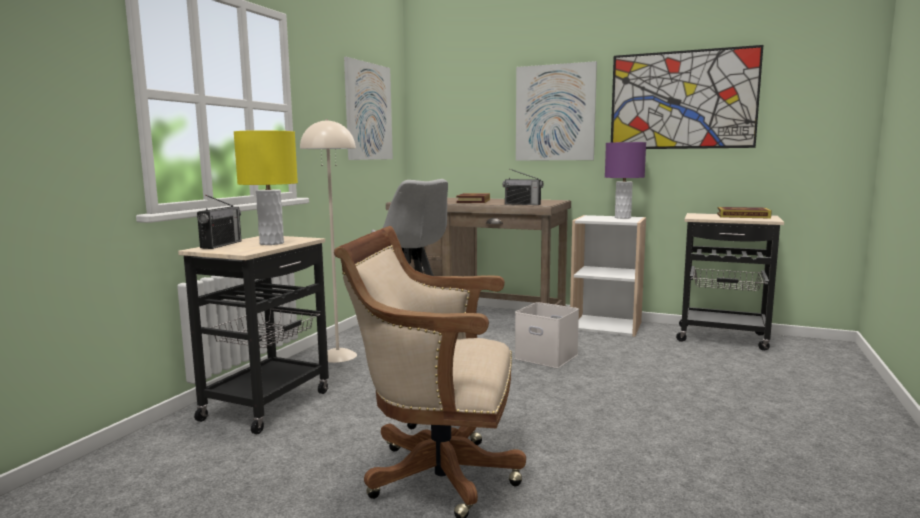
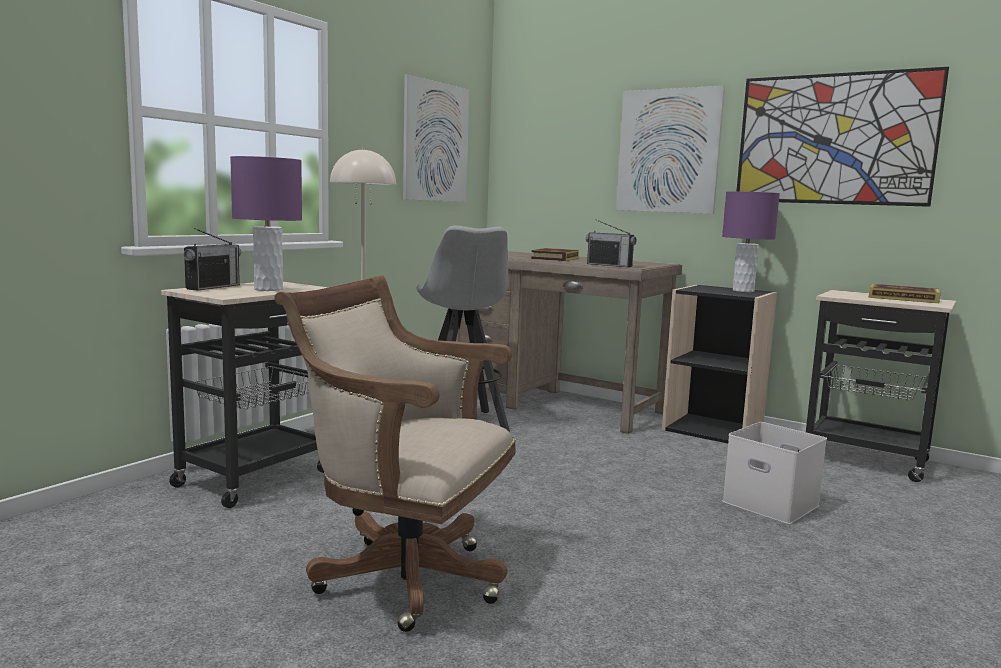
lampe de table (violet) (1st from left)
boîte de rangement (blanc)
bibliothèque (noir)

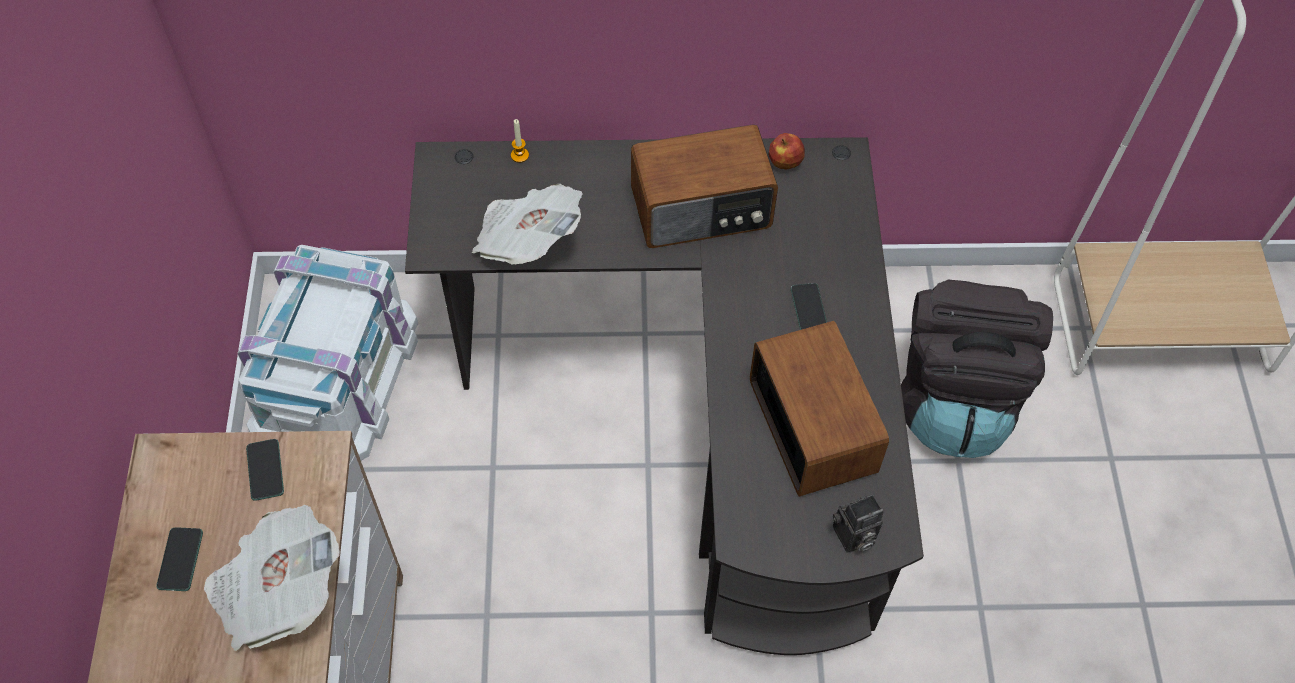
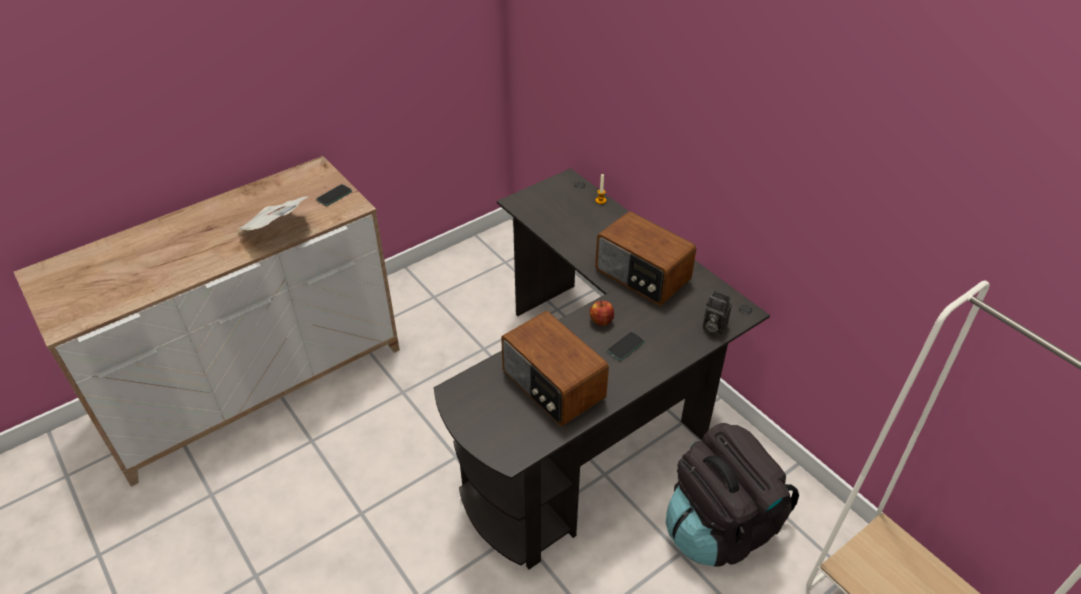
téléphone (1st from left in the first image)
boîte de rangement (blanc)
journal (2nd from left in the first image)
radio (1st from left)
pomme
appareil photo

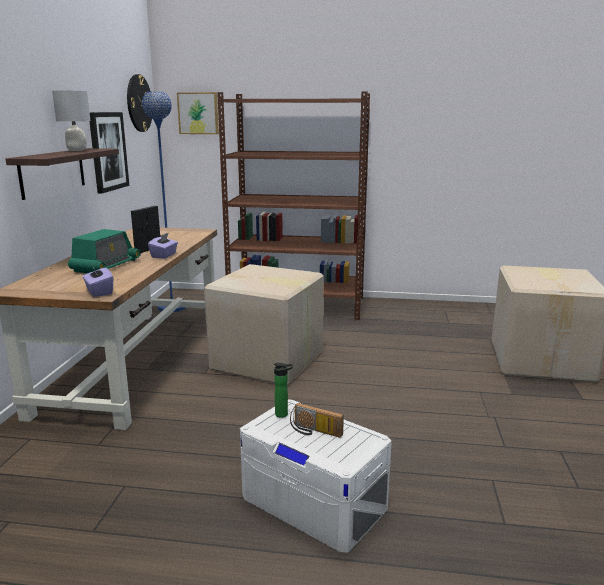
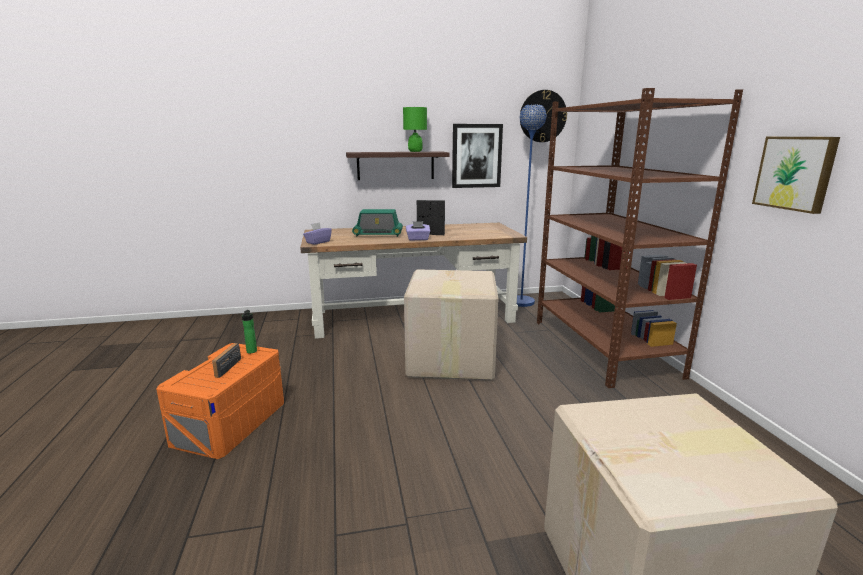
lampe de table (vert)
tableau (2nd from left)
boîte de rangement (orange)

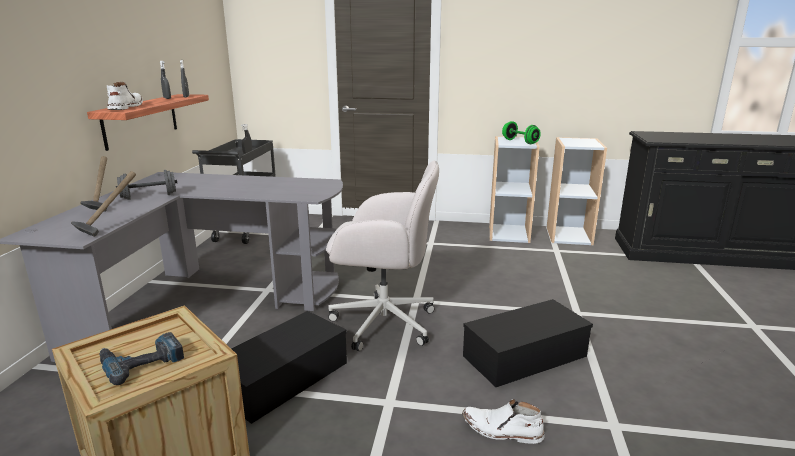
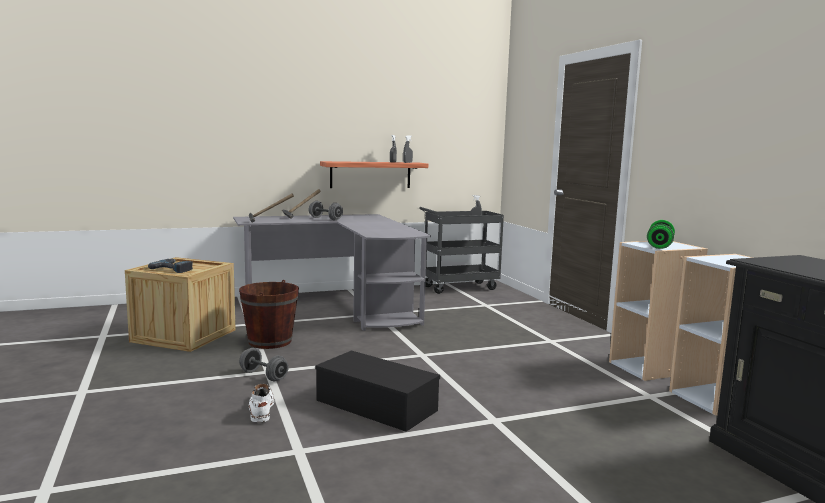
botte (blanc) (1st from left in the first image)
seau (marron)
chaise de bureau (blanc)
haltère (gris) (1st from left)

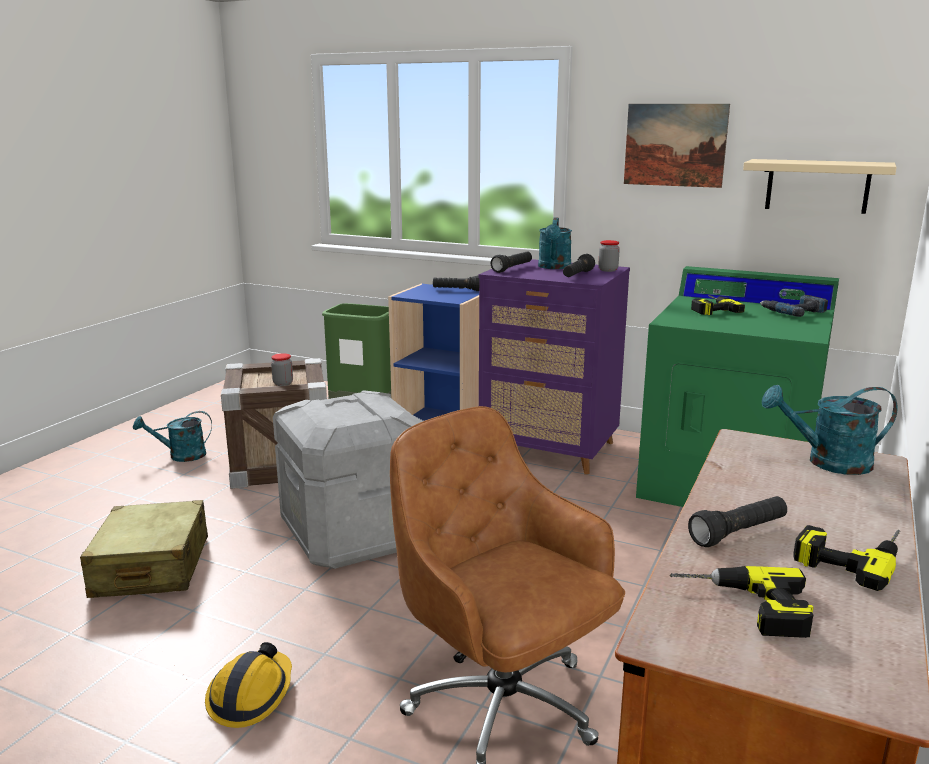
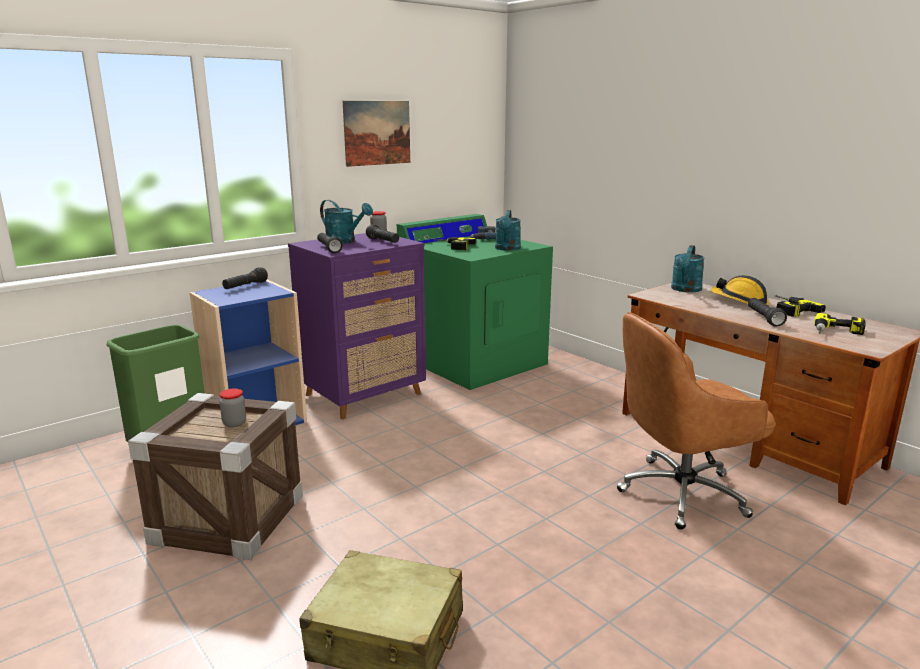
arrosoir (turquoise) (2nd from left)
casque de chantier
boîte de rangement (gris)
étagère (beige)

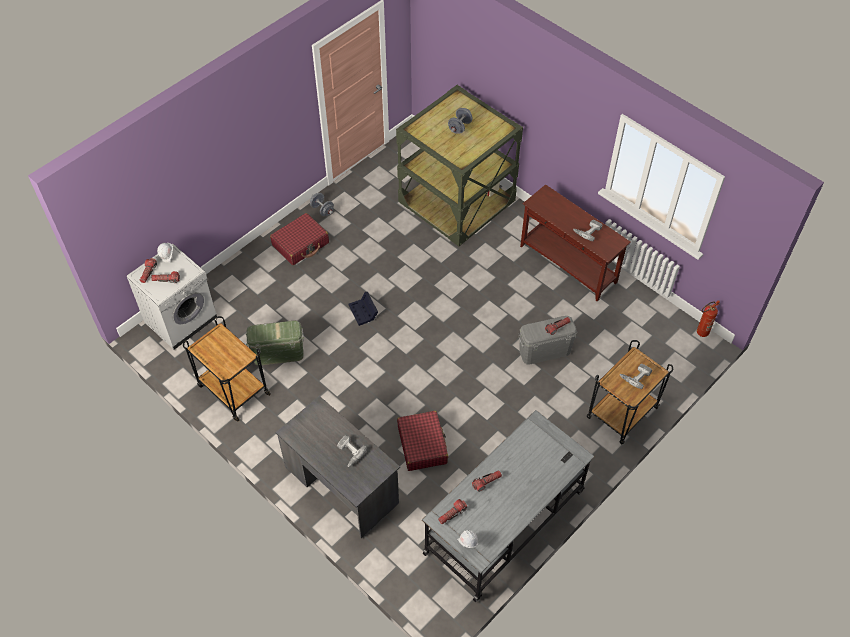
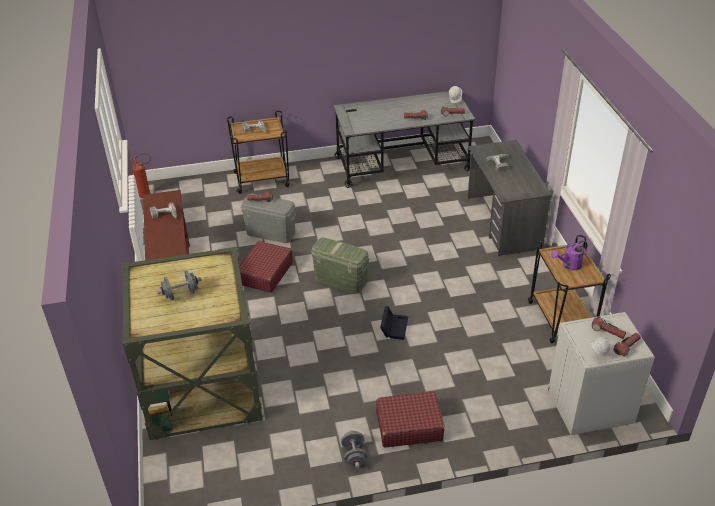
boîte de rangement (vert)
valise (rouge) (1st from left)
arrosoir (violet)

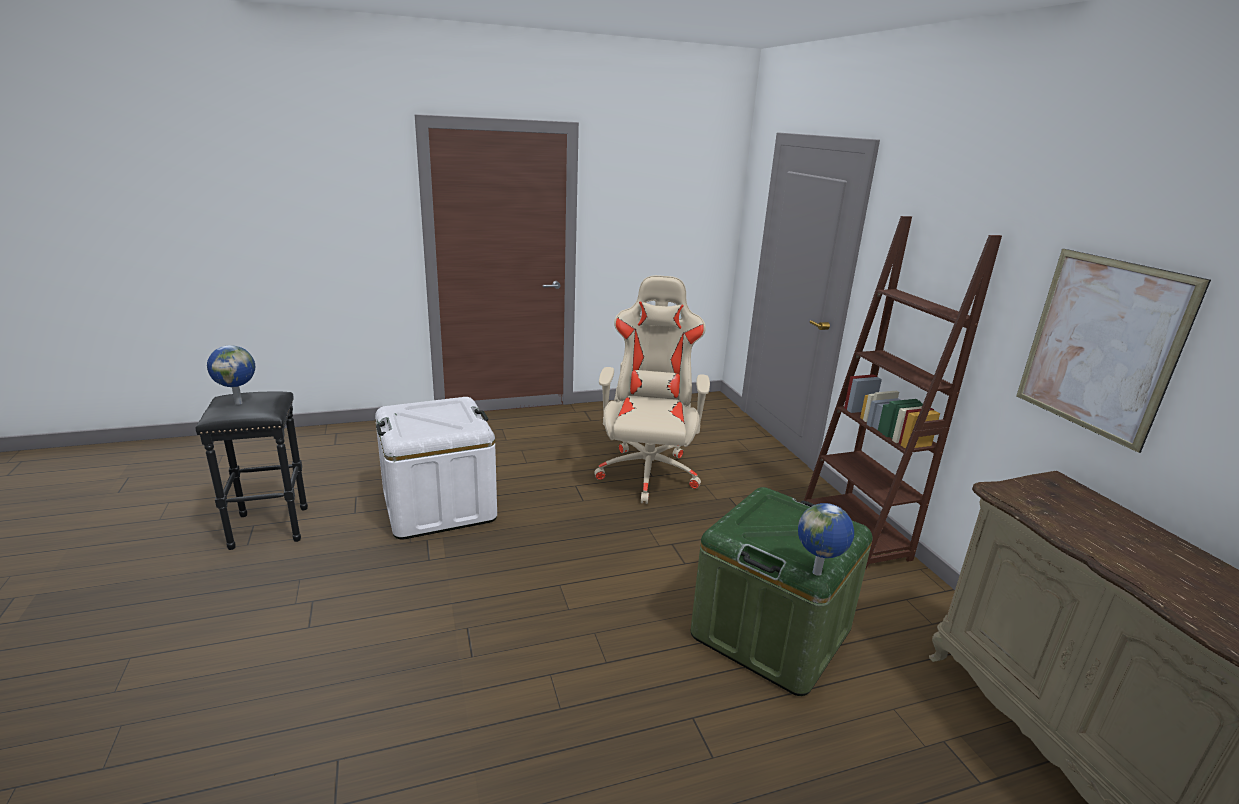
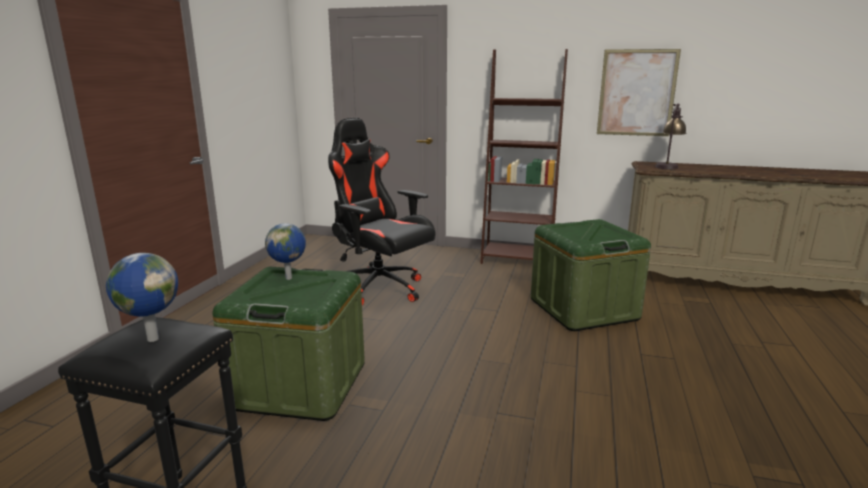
boîte de rangement (vert) (1st from left)
chaise de bureau (noir)
globe (2nd from left)
lampe de table

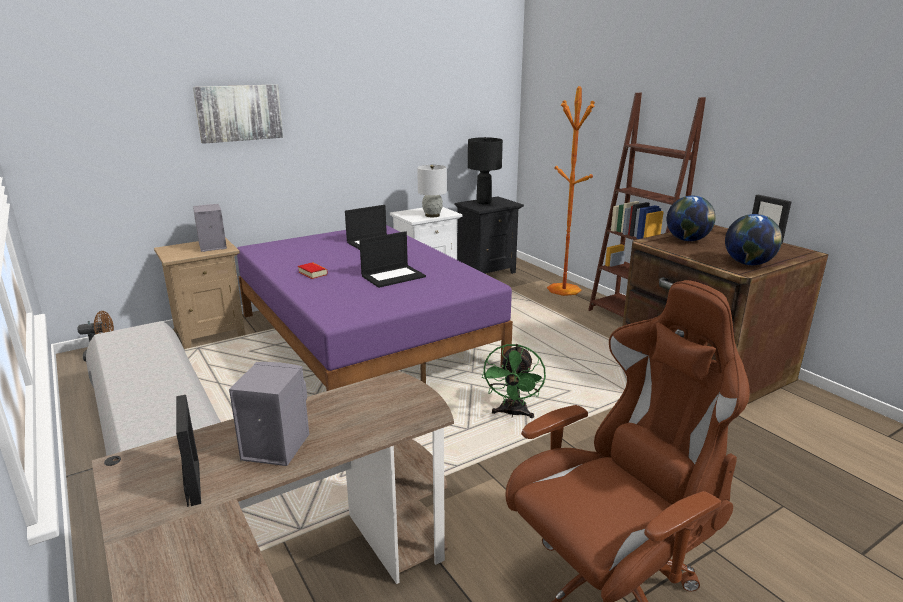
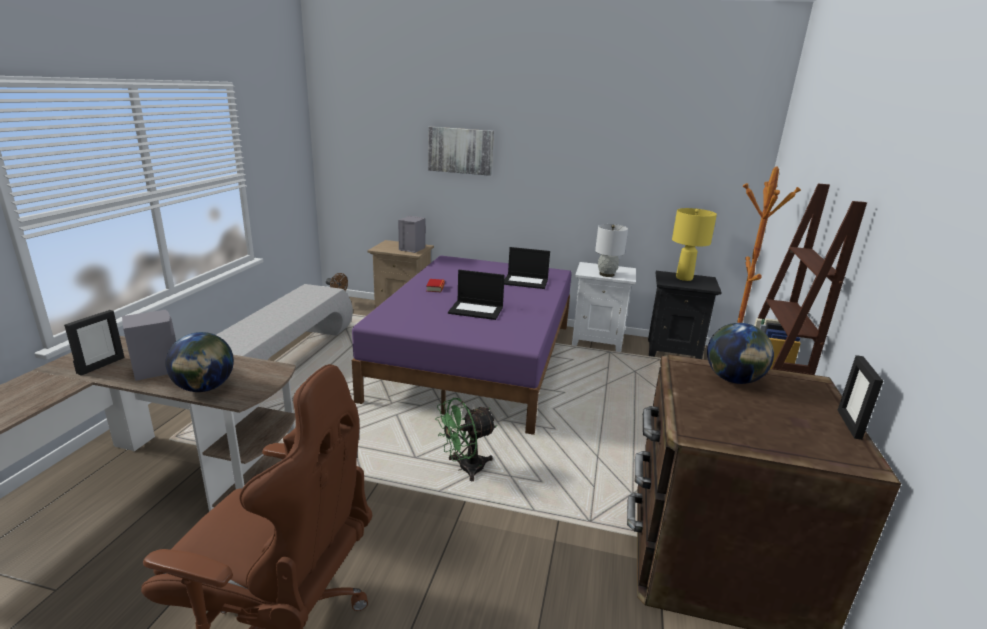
lampe de table (jaune)
globe (1st from left)

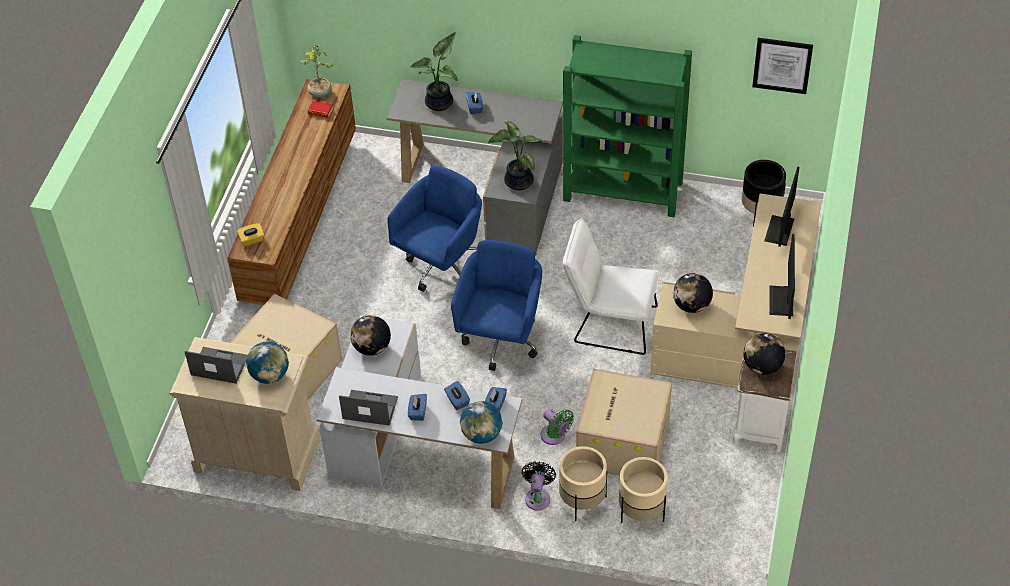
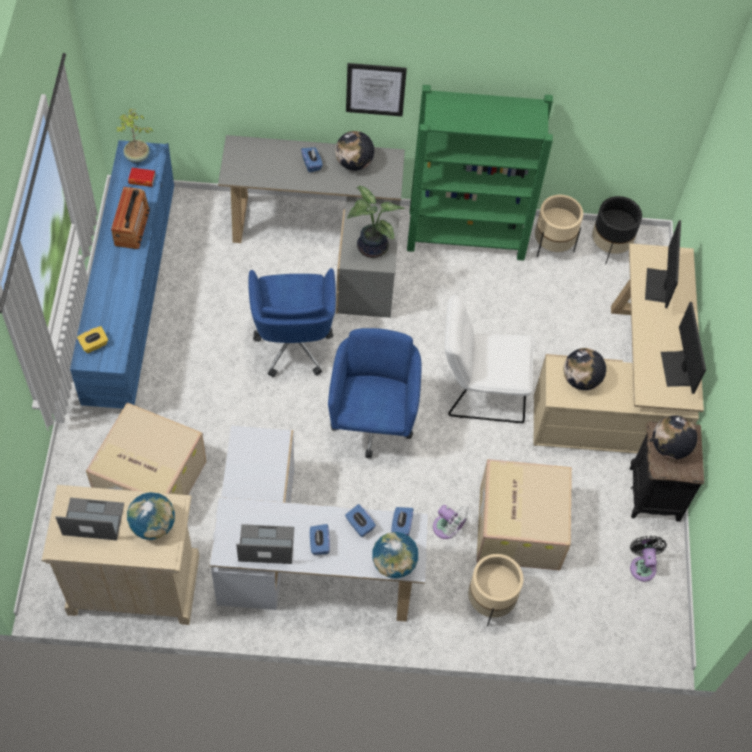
meuble de rangement (bleu)
globe (2nd from left)
chaise de bureau (bleu) (1st from left)
plante en pot (2nd from left in the first image)
ventilateur (noir)
ventilateur (blanc)
cache-pot (beige) (2nd from left)
table de chevet (noir)
tableau
radio

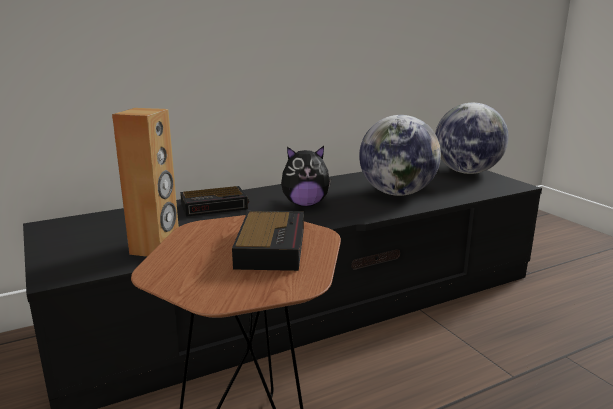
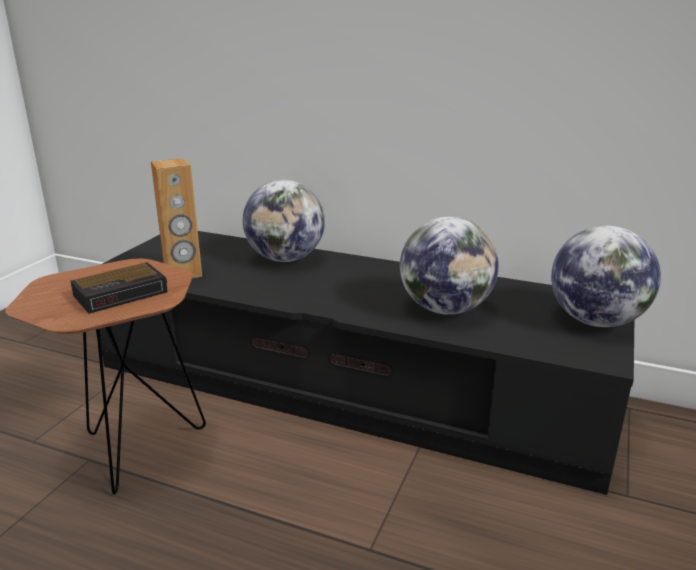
globe (1st from left)
peluche

